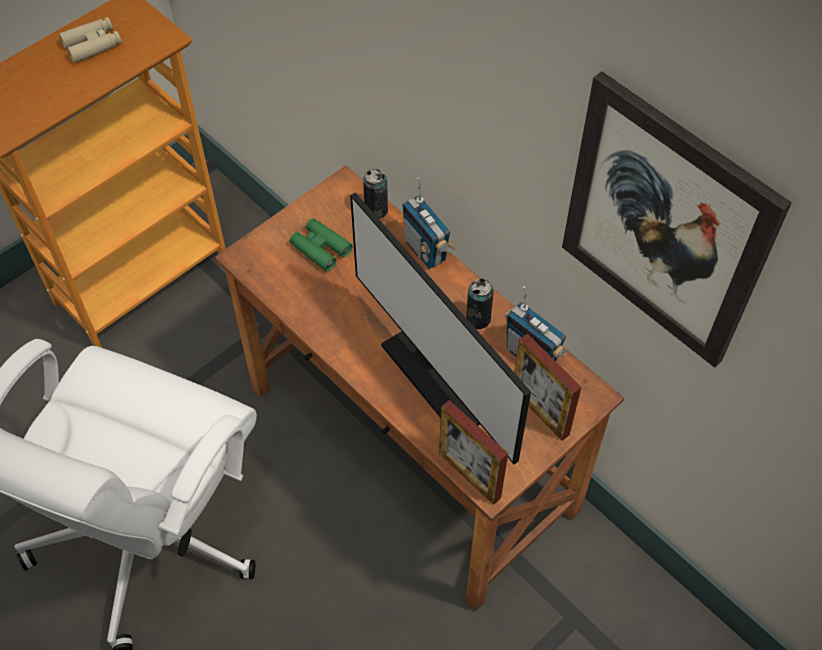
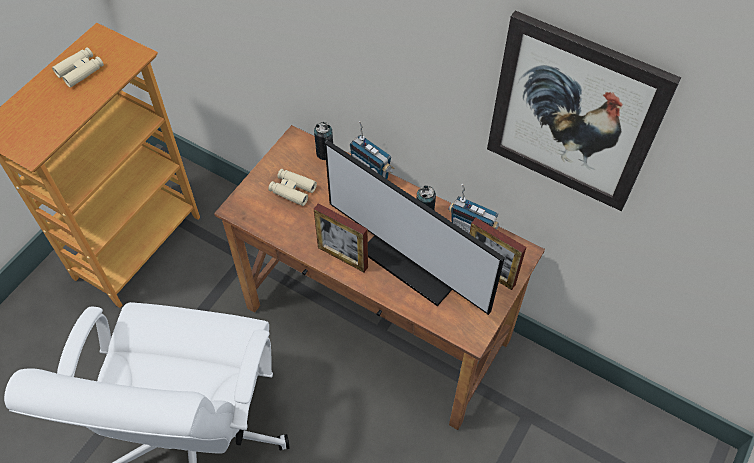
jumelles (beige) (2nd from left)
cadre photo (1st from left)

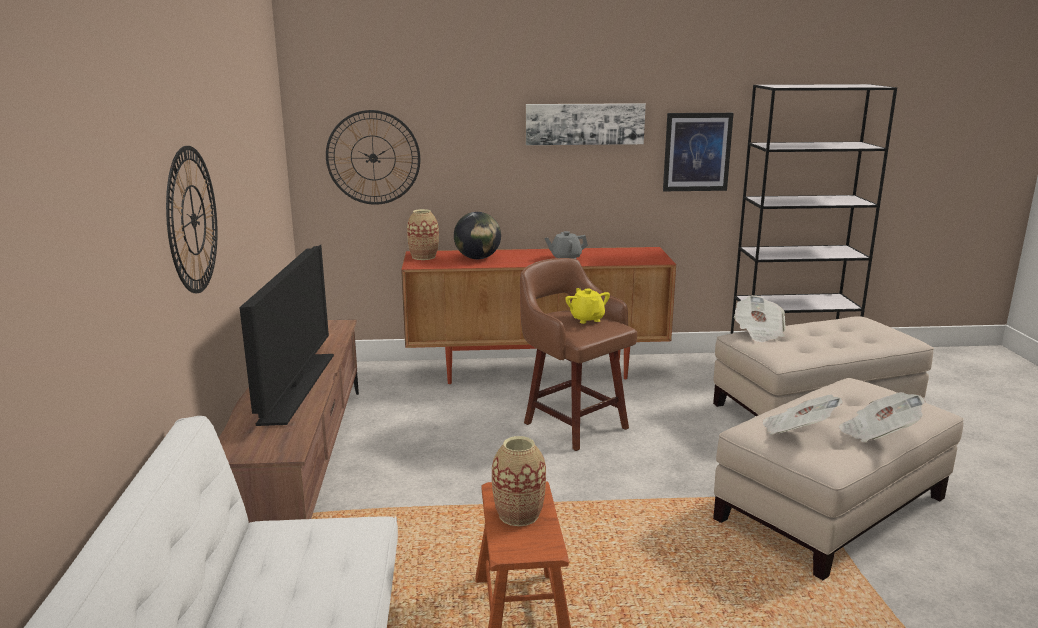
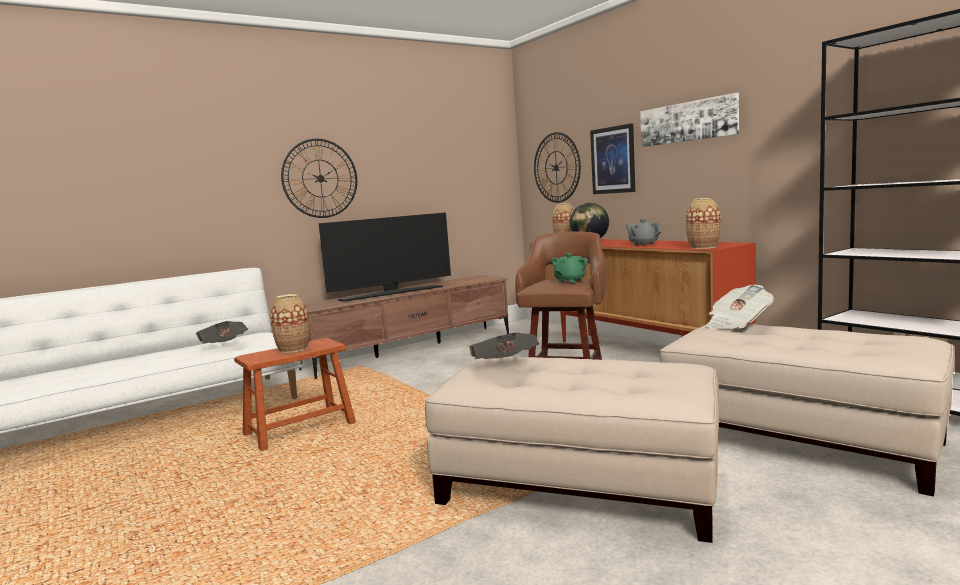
théière (vert)
tableau (1st from left)
journal (1st from left)
vase (3rd from left)

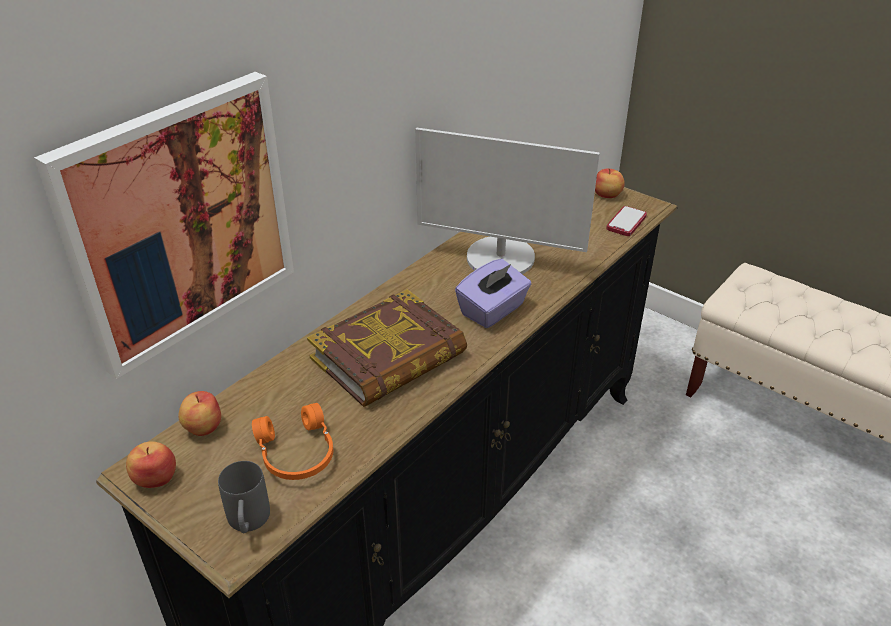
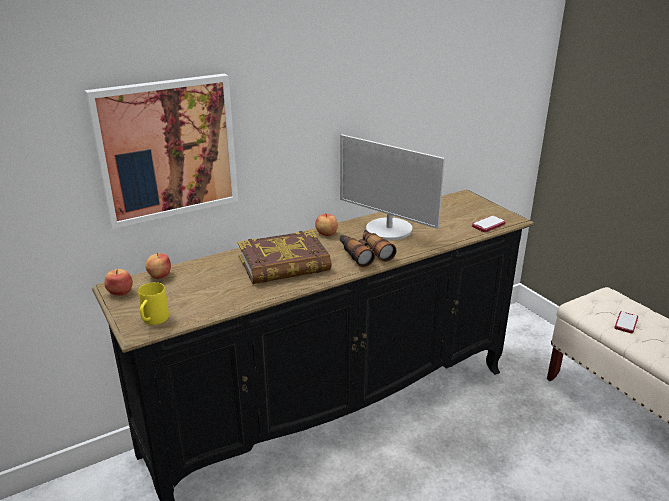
mug (jaune)
casque audio (orange)
jumelles
pomme (3rd from left)
téléphone (2nd from left)

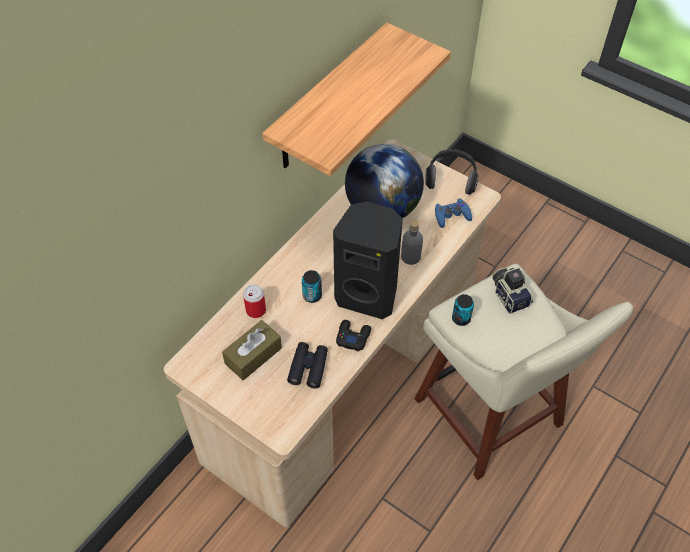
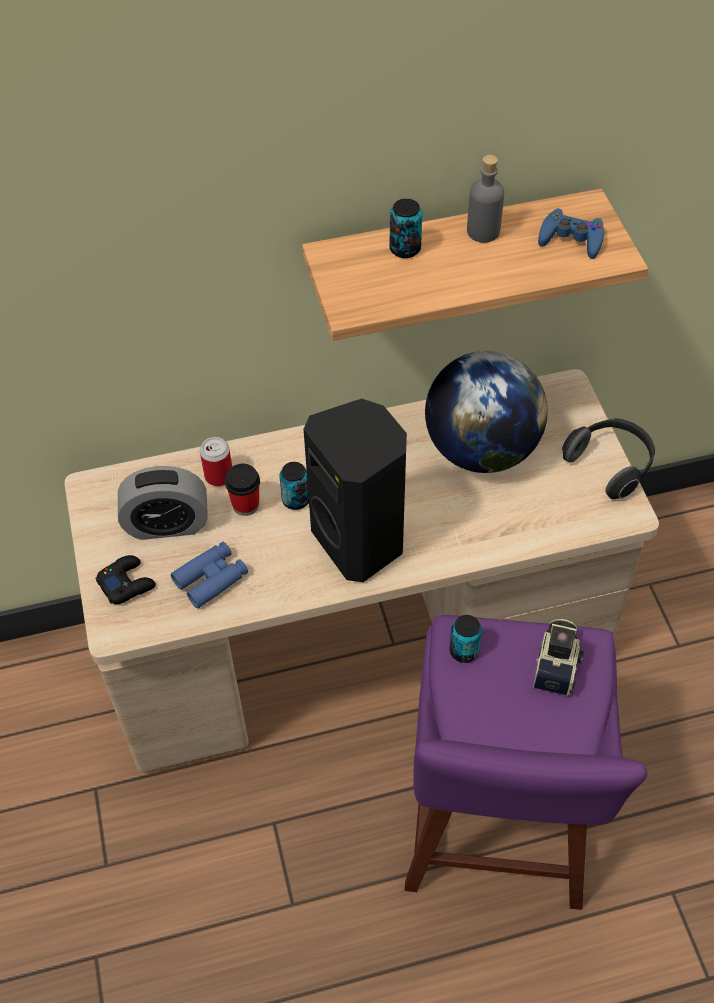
réveil
jumelles (bleu)
manette (noir)
bouteille (gris)
tabouret (violet)
manette (bleu)
tasse
boîte métallique (3rd from left)

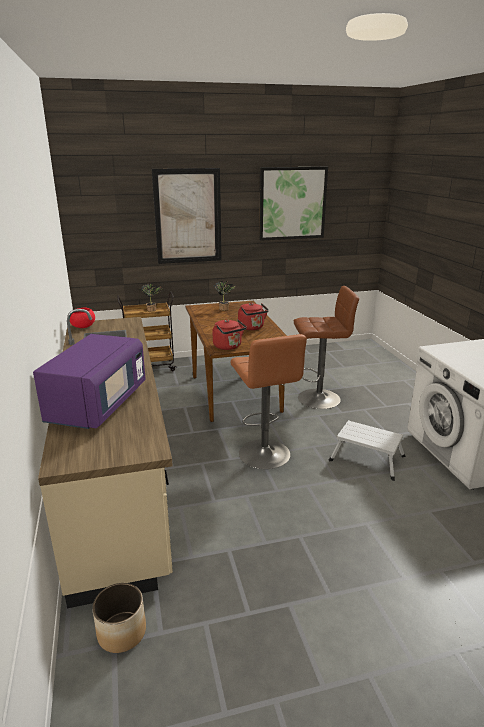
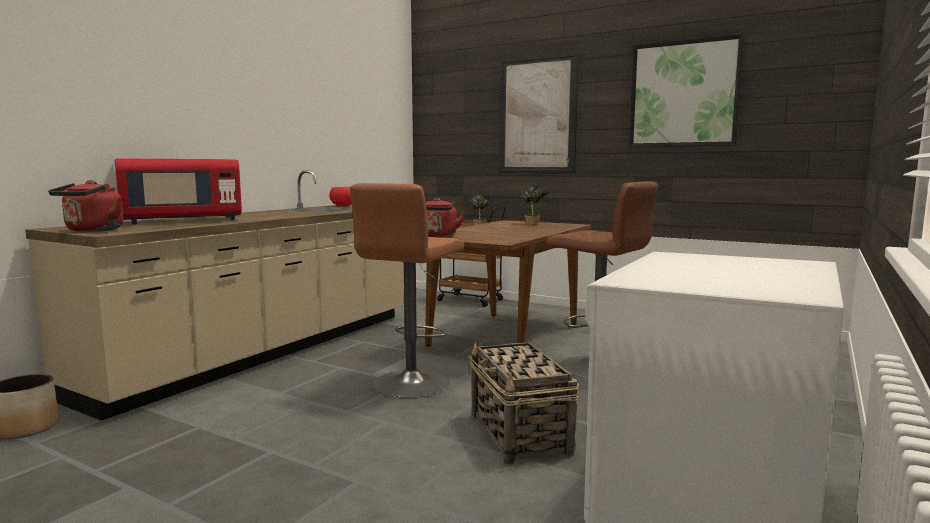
micro-ondes (rouge)
bouilloire (rouge) (1st from left)
panier

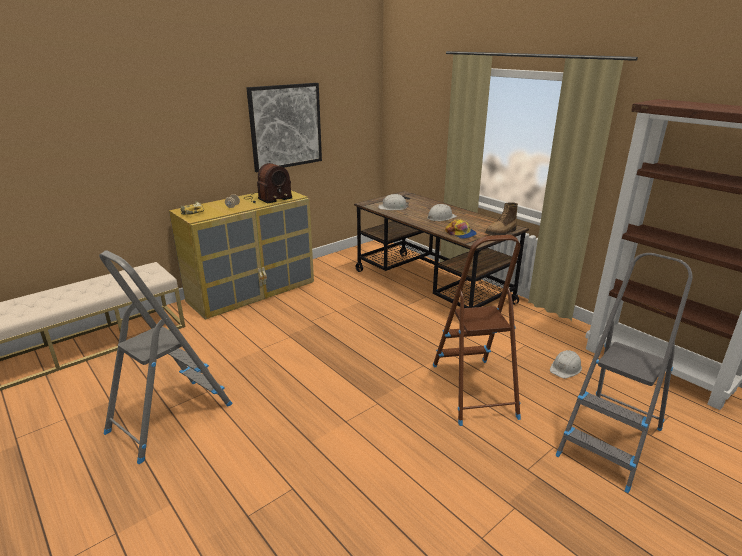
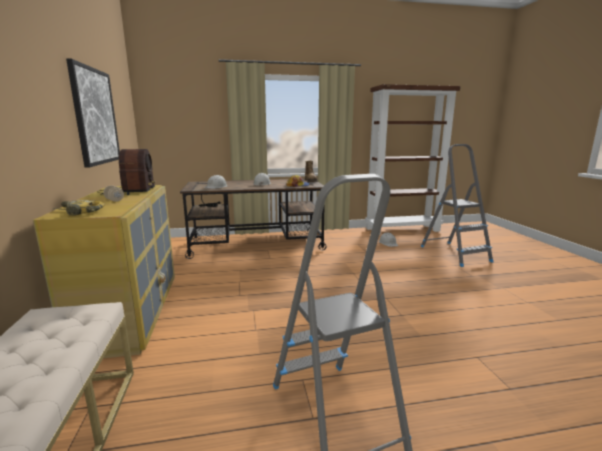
escabeau (marron)

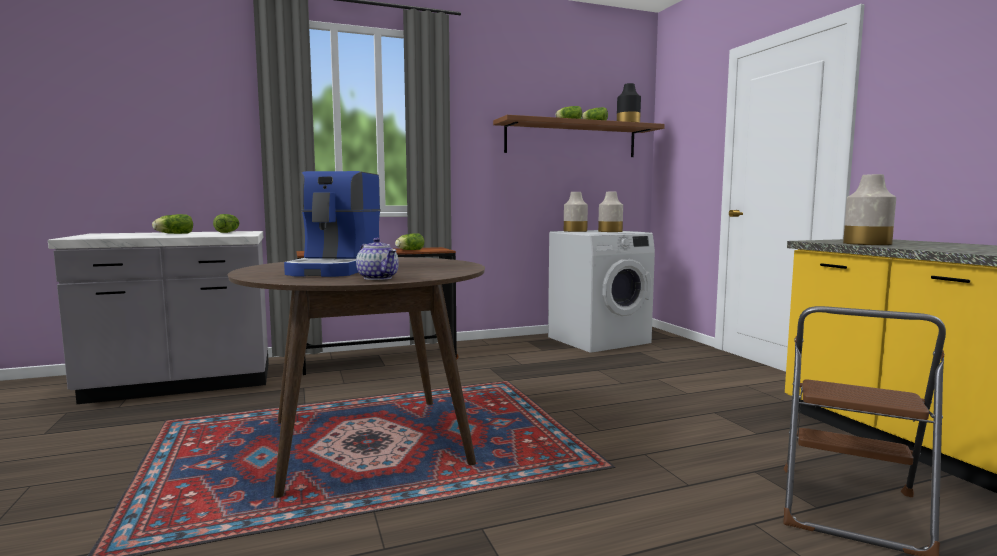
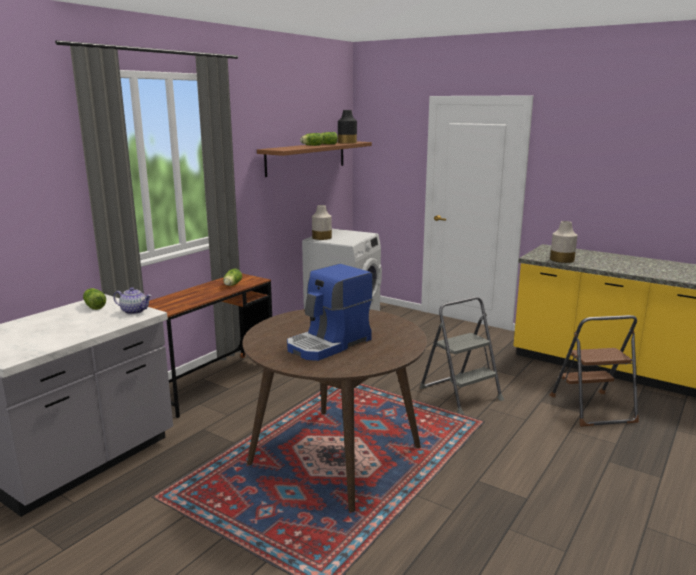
laitue (1st from left in the first image)
machine à café
théière
vase (beige) (2nd from left in the first image)
escabeau (gris)

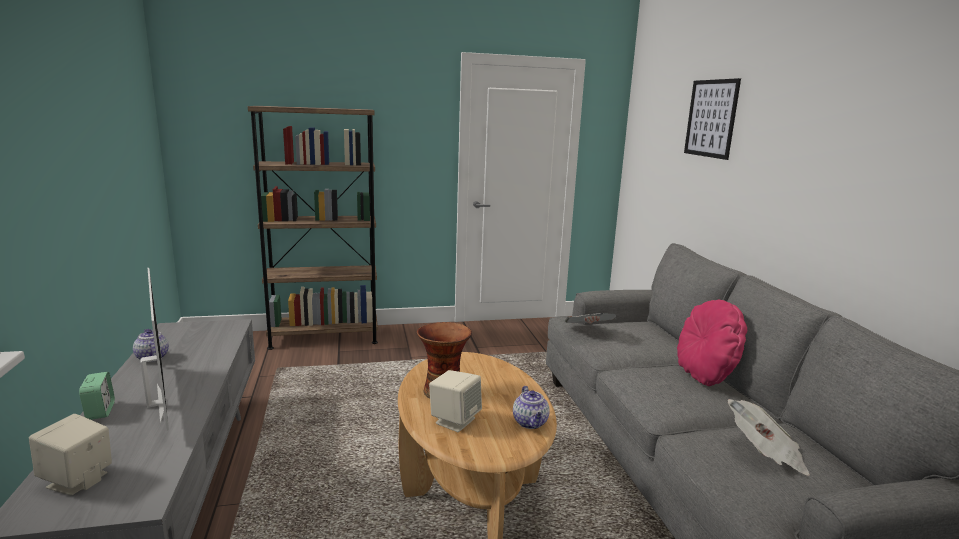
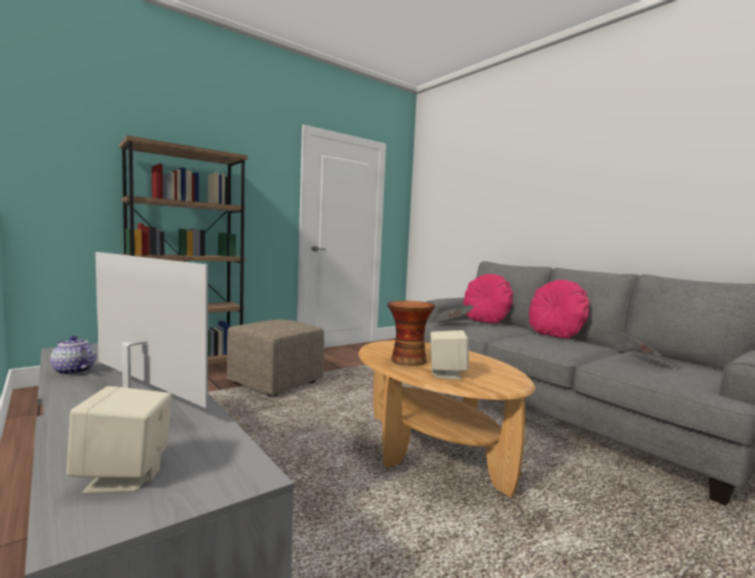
réveil
théière (2nd from left in the first image)
tableau
pouf (beige)
coussin (rose) (1st from left)

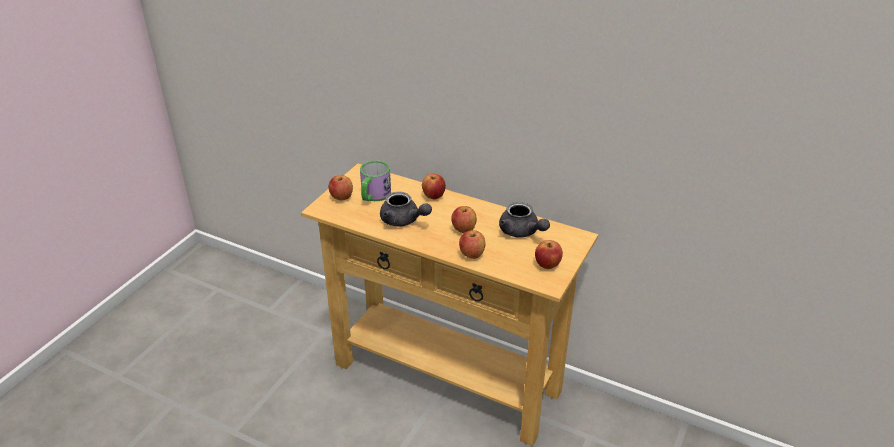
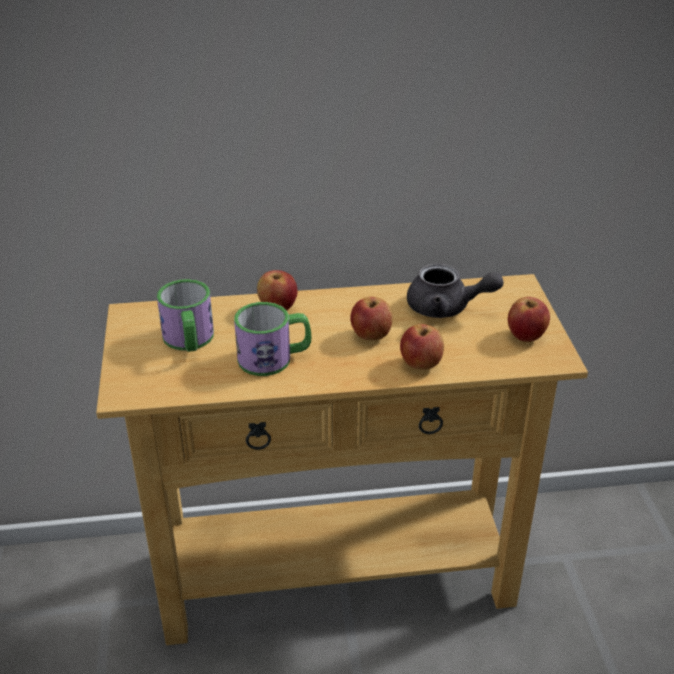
pomme (1st from left in the first image)
mug (2nd from left)

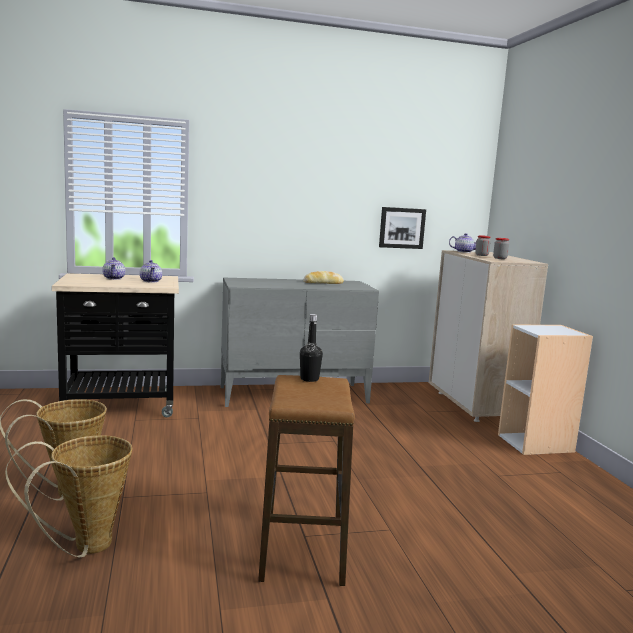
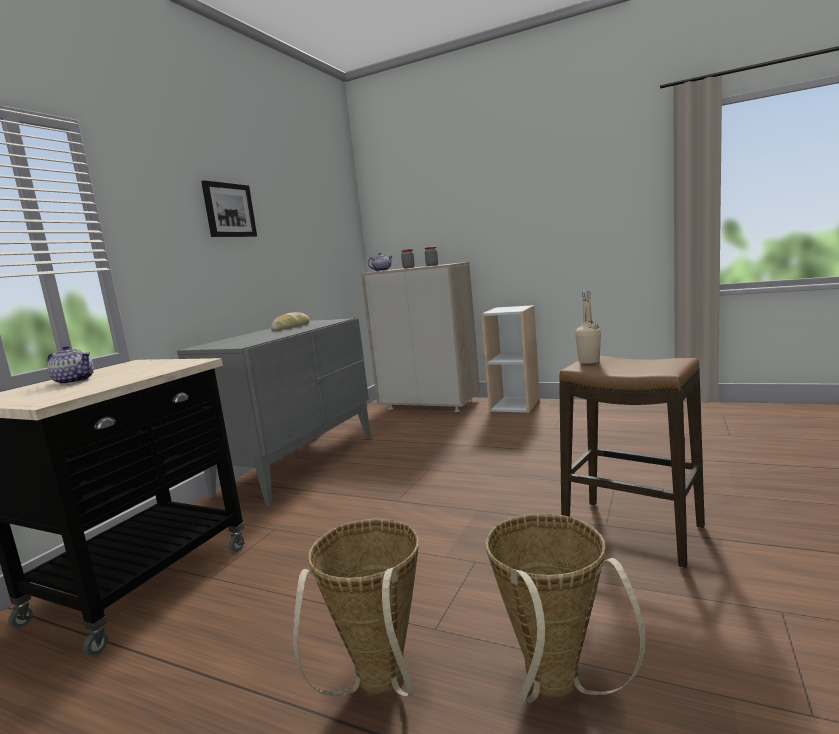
théière (2nd from left in the first image)
bouteille (beige)
tableau

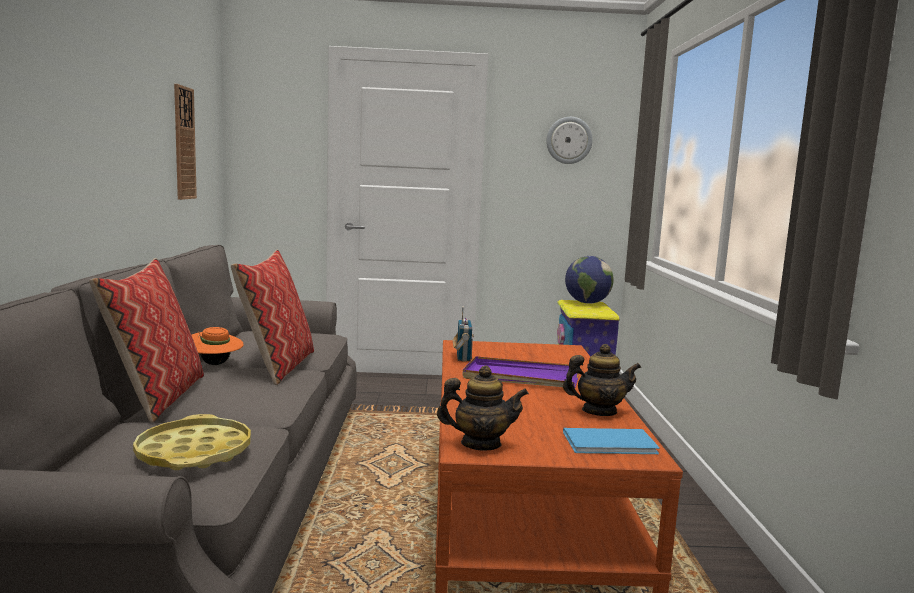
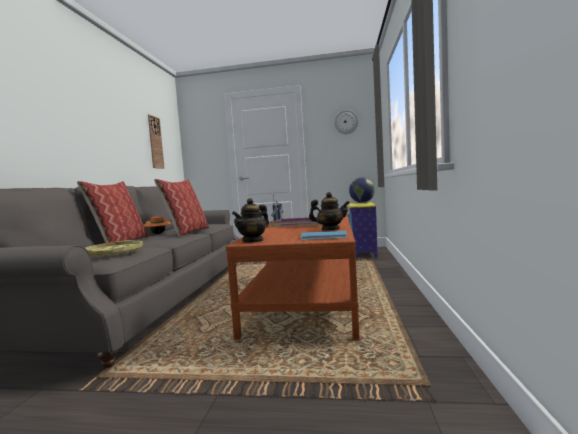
théière (1st from left)

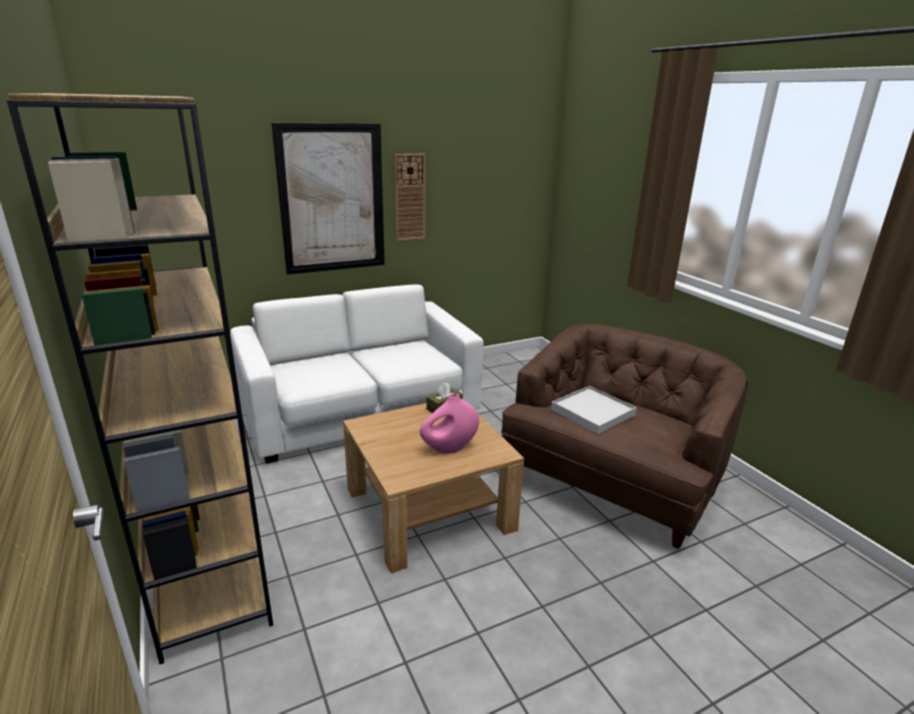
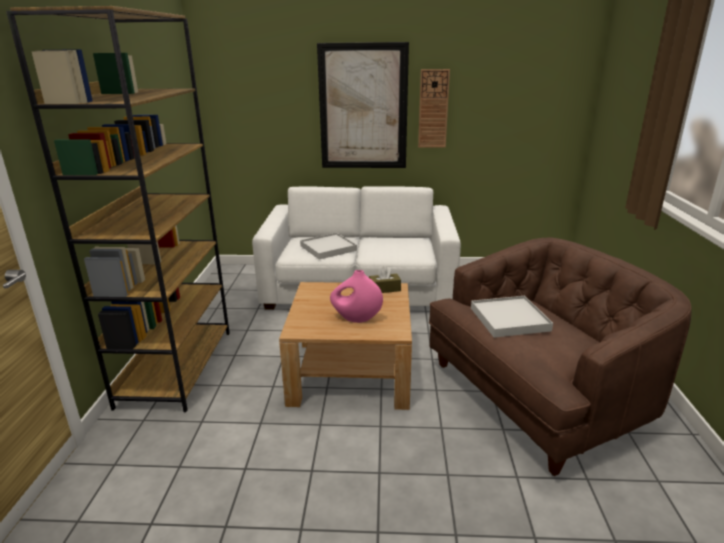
plateau (blanc) (1st from left)

